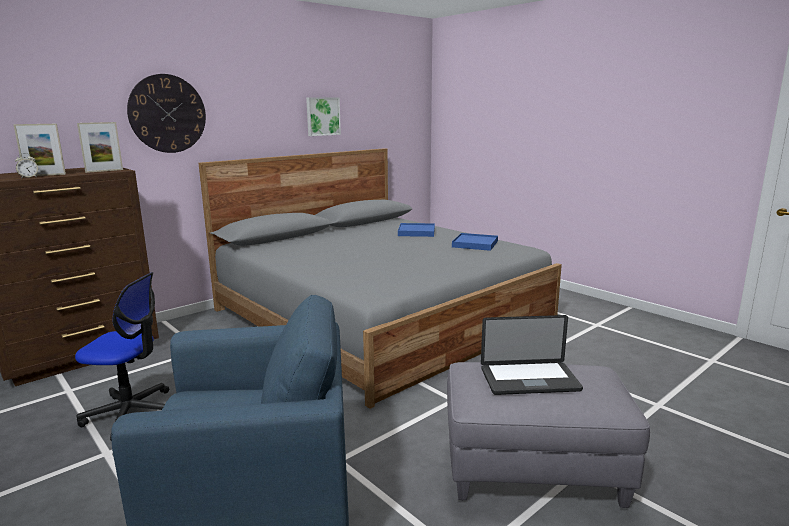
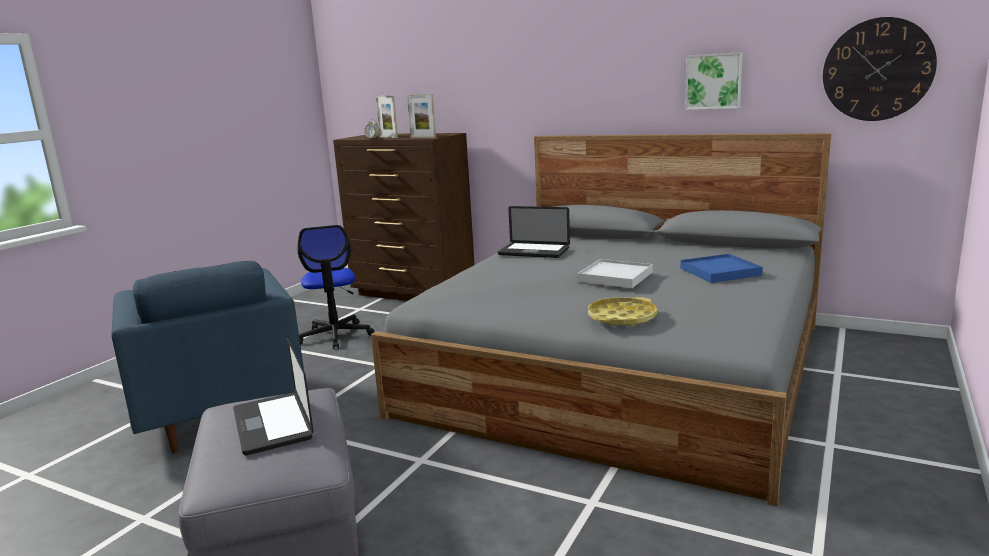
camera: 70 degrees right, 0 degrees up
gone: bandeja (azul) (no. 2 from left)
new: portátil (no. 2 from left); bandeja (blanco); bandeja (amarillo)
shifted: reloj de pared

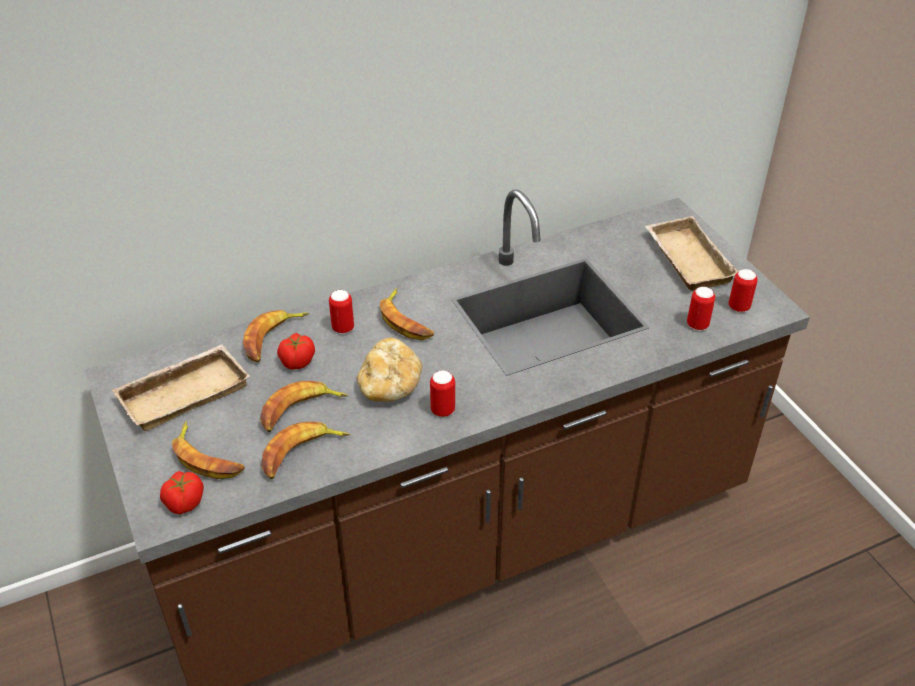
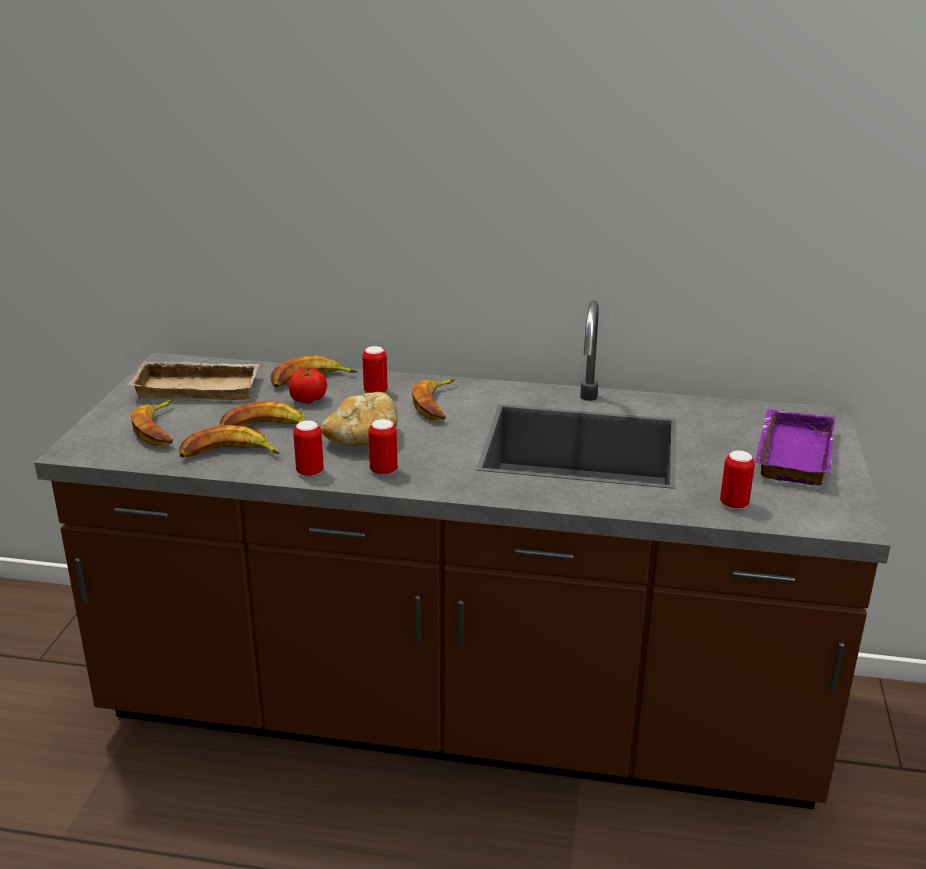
camera: 35 degrees right, 15 degrees down
gone: tomate (no. 1 from left)
shifted: lata (no. 4 from left in the first image) to lata (no. 1 from left)
repainted: bandeja (beis) (no. 2 from left) to bandeja (morado)

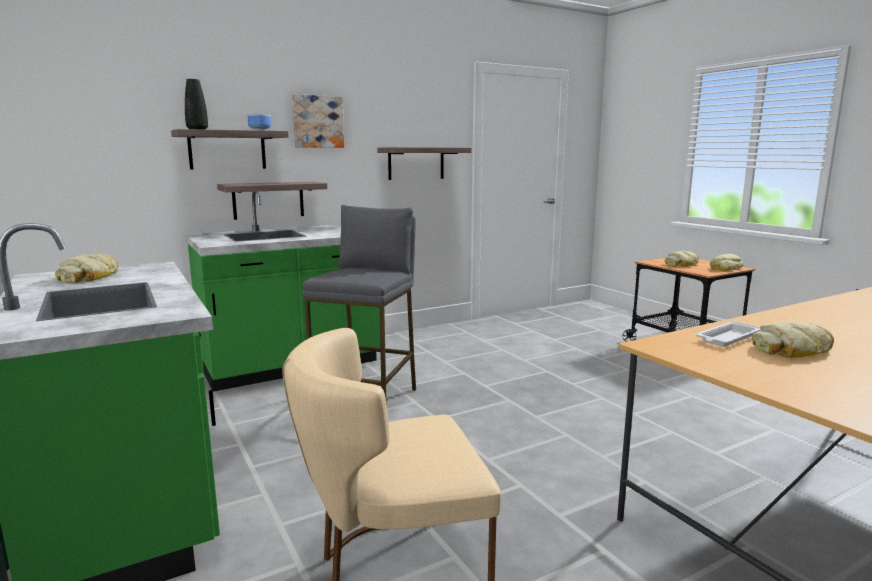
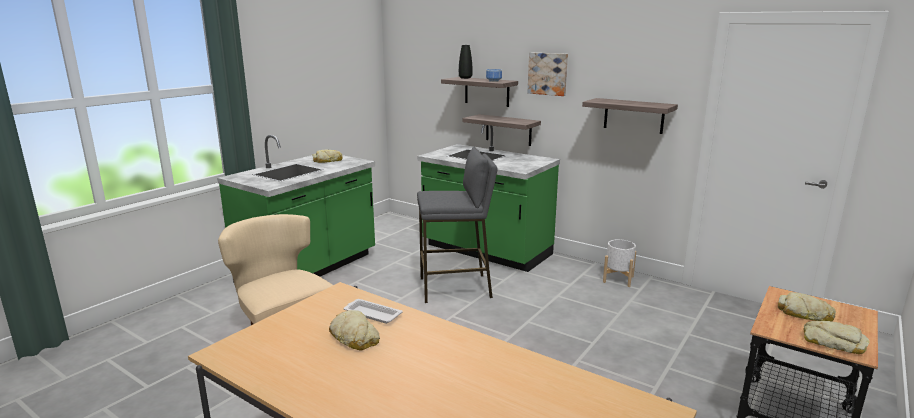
camera: 65 degrees right, 5 degrees up
new: maceta (blanco)

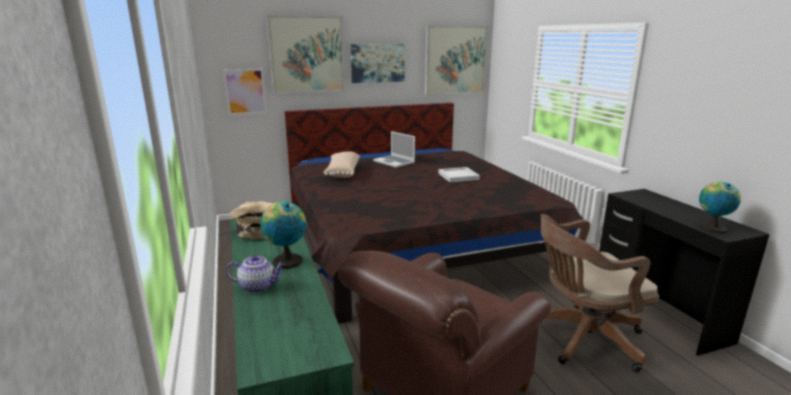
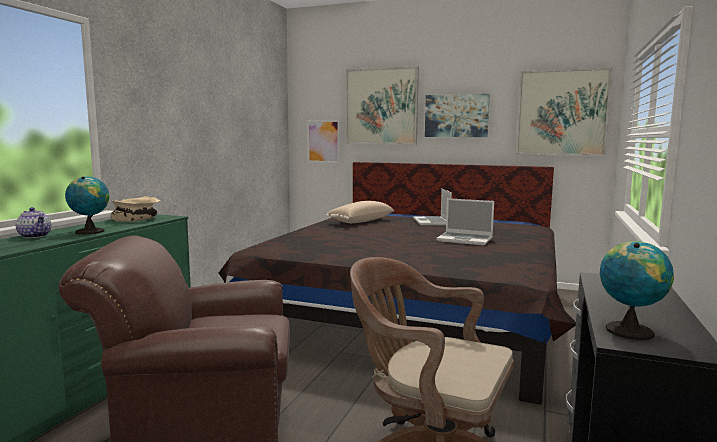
camera: 40 degrees right, 10 degrees down
swapped: bandeja (blanco) to portátil (no. 2 from left)

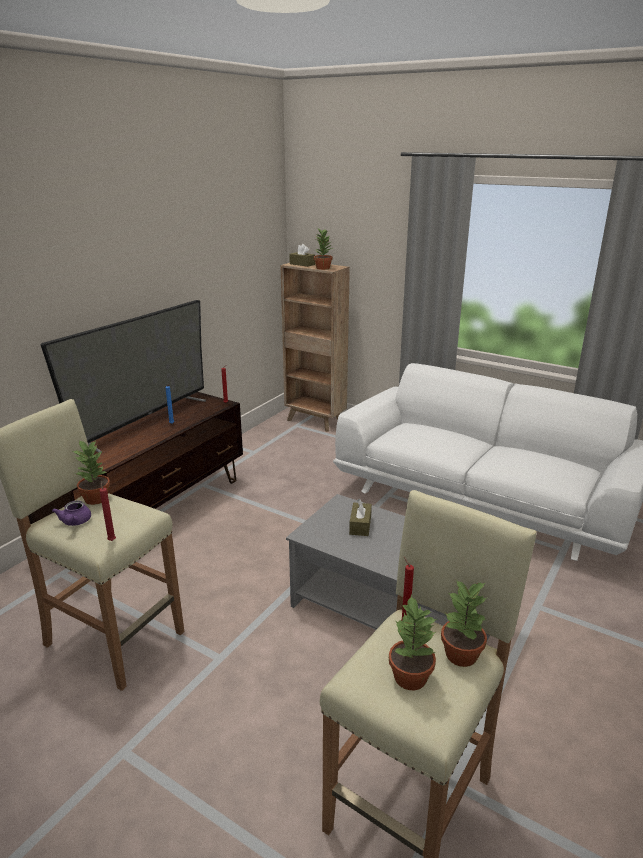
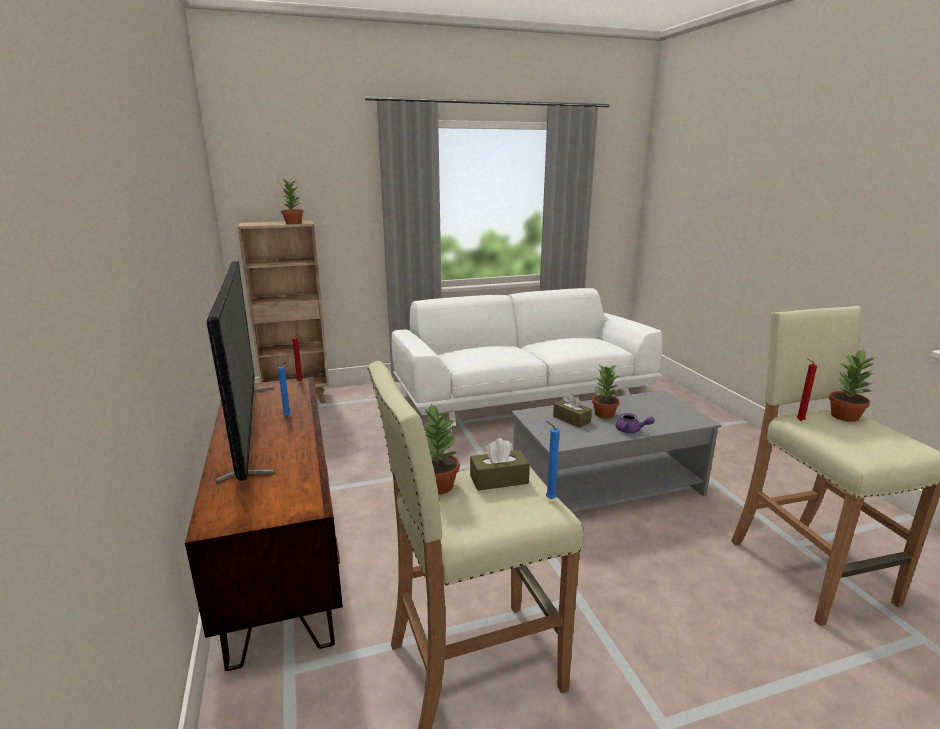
camera: 50 degrees left, 5 degrees down
shifted: caja de pañuelos (marrón) (no. 1 from left); tetera (morado); planta en maceta (no. 3 from left)
repainted: vela (rojo) (no. 1 from left) to vela (azul) (no. 2 from left)

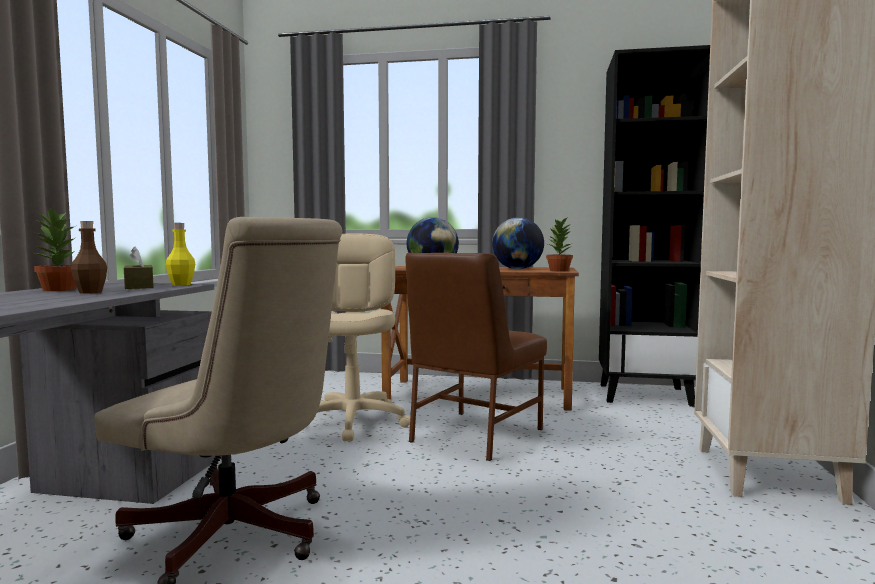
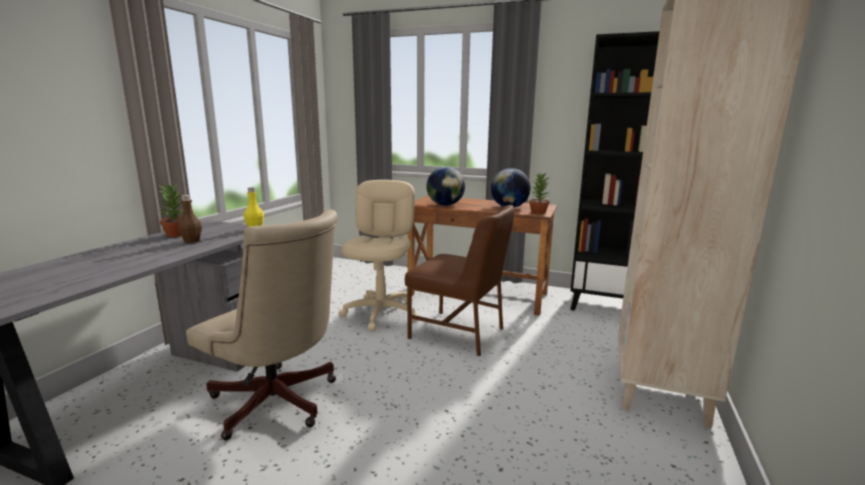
camera: 10 degrees right, 10 degrees up
gone: caja de pañuelos (marrón)
rotated: silla (marrón) 105 degrees counterclockwise

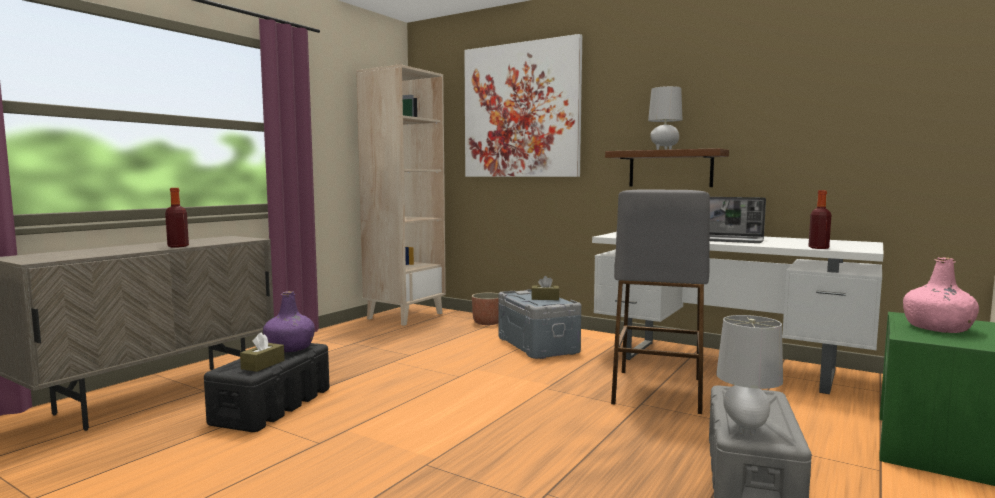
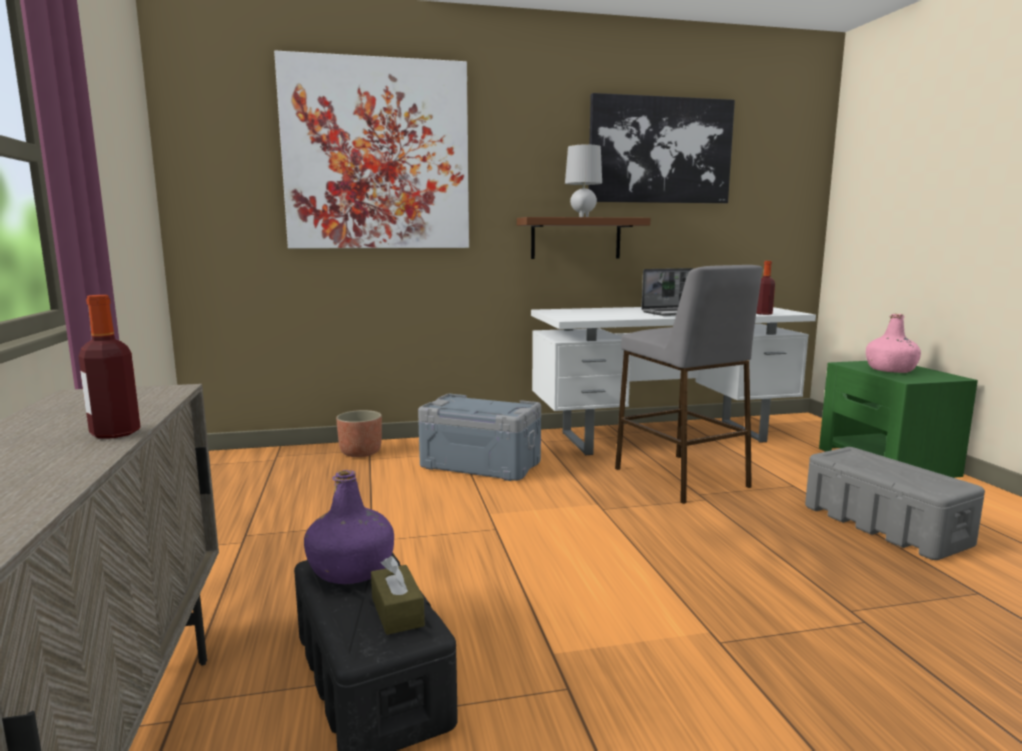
camera: 45 degrees left, 5 degrees up
gone: estantería (beis); caja de pañuelos (marrón) (no. 2 from left); lámpara de mesa (gris) (no. 2 from left)
new: cuadro (no. 2 from left)

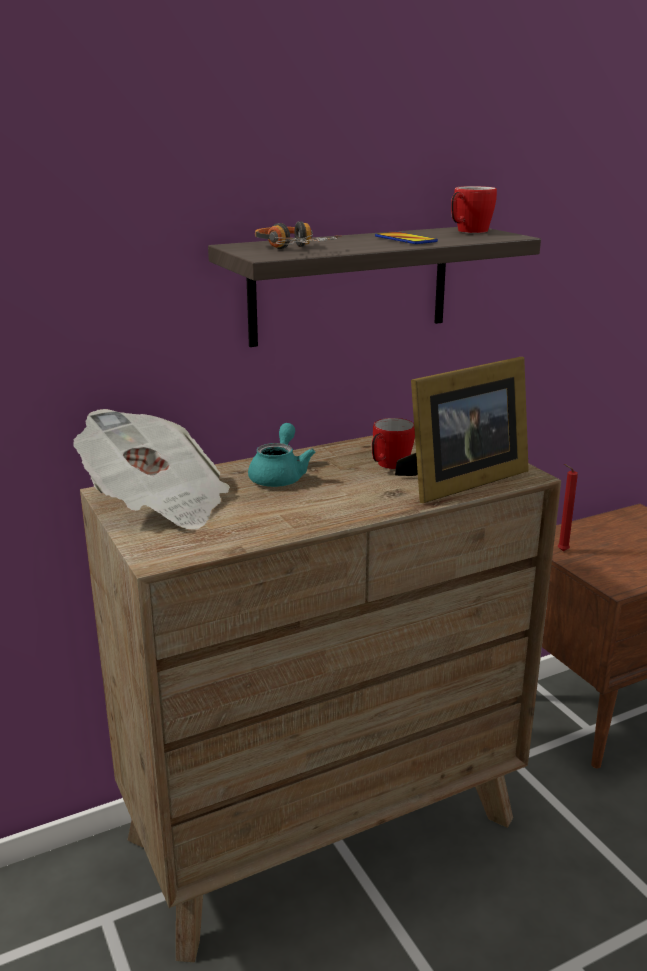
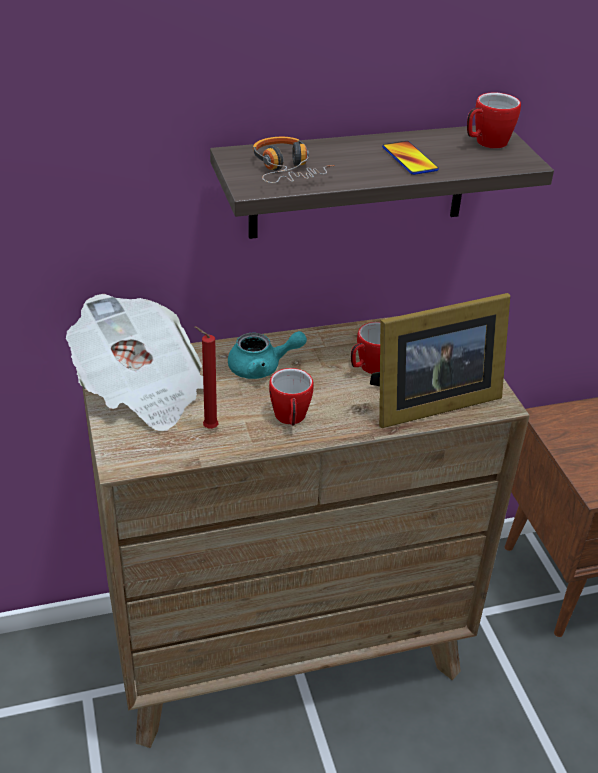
camera: 10 degrees right, 15 degrees up
new: taza grande (no. 1 from left)
shifted: vela (rojo)
rotated: tetera (turquesa) 60 degrees clockwise

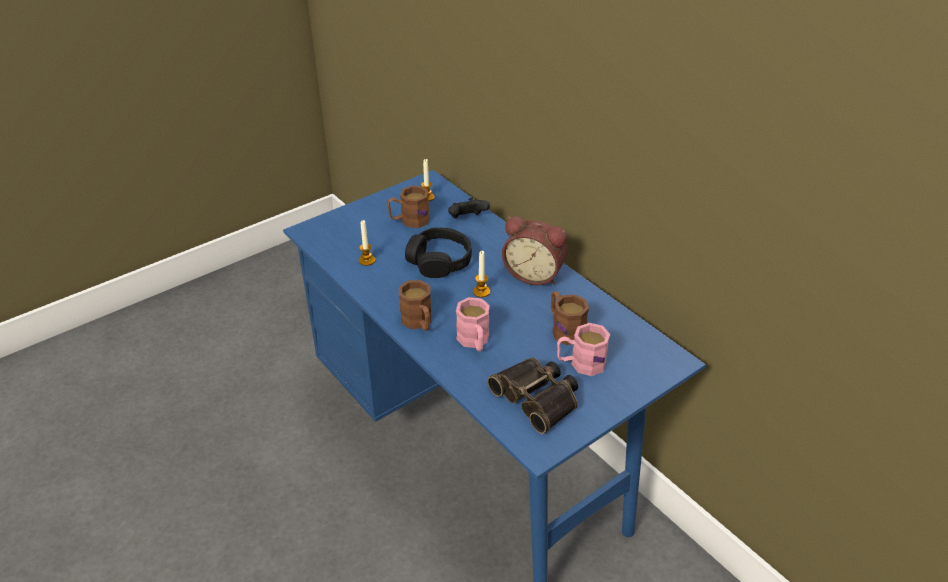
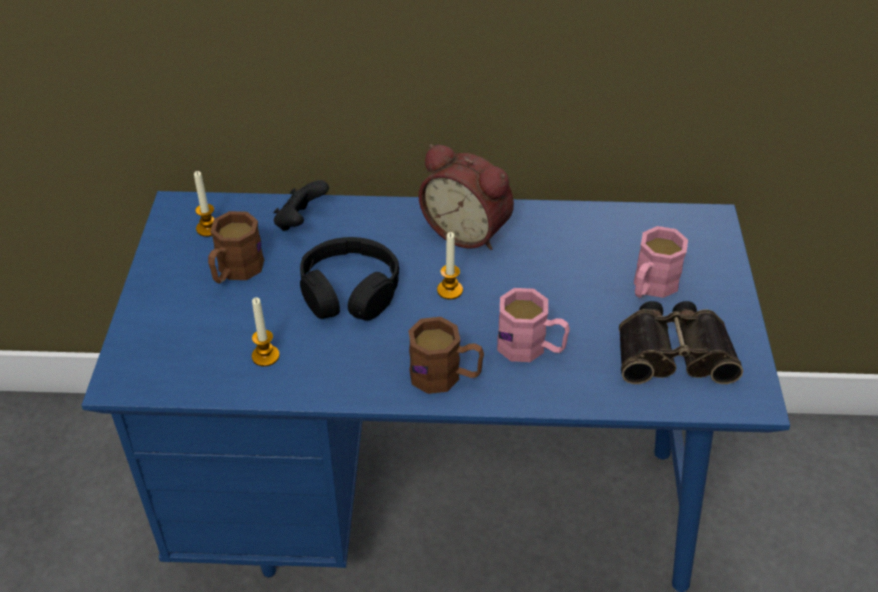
camera: 50 degrees left, 5 degrees up
gone: taza grande (marrón) (no. 3 from left)
rotated: despertador 60 degrees clockwise

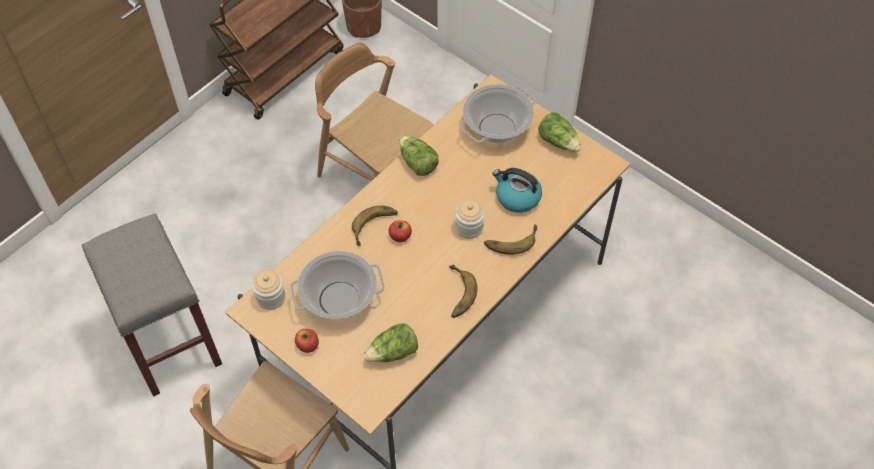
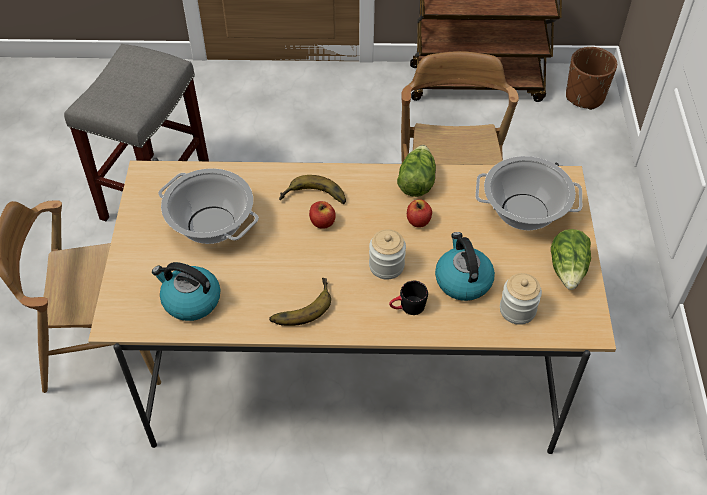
camera: 50 degrees right, 5 degrees down
shifted: tarro (no. 1 from left in the first image) to tarro (no. 2 from left); manzana (no. 1 from left in the first image) to manzana (no. 2 from left)
swapped: plátano (no. 3 from left) to taza grande (negro); lechuga (no. 1 from left) to hervidor (no. 1 from left)

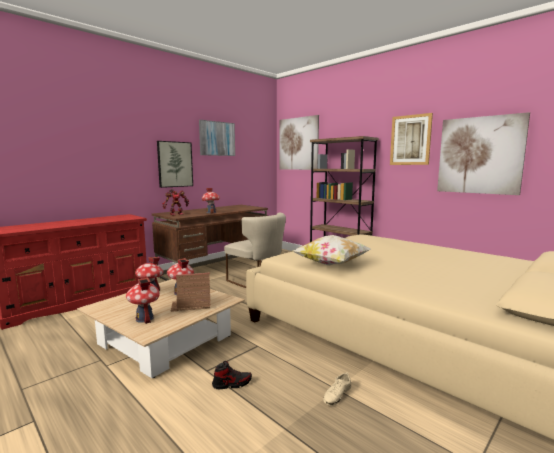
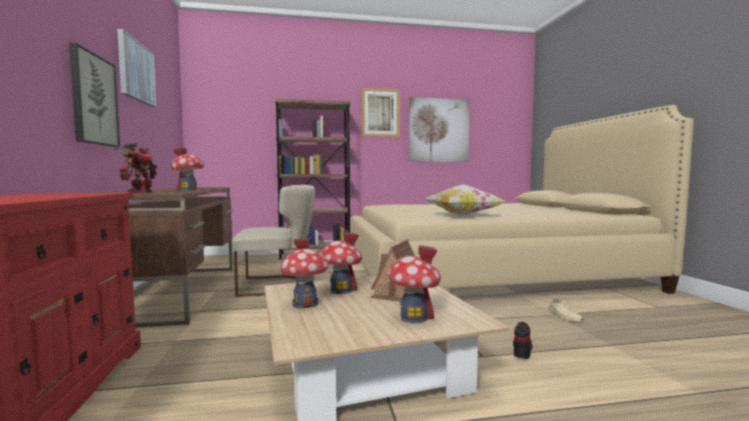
camera: 55 degrees left, 5 degrees down
gone: cuadro (no. 3 from left)

